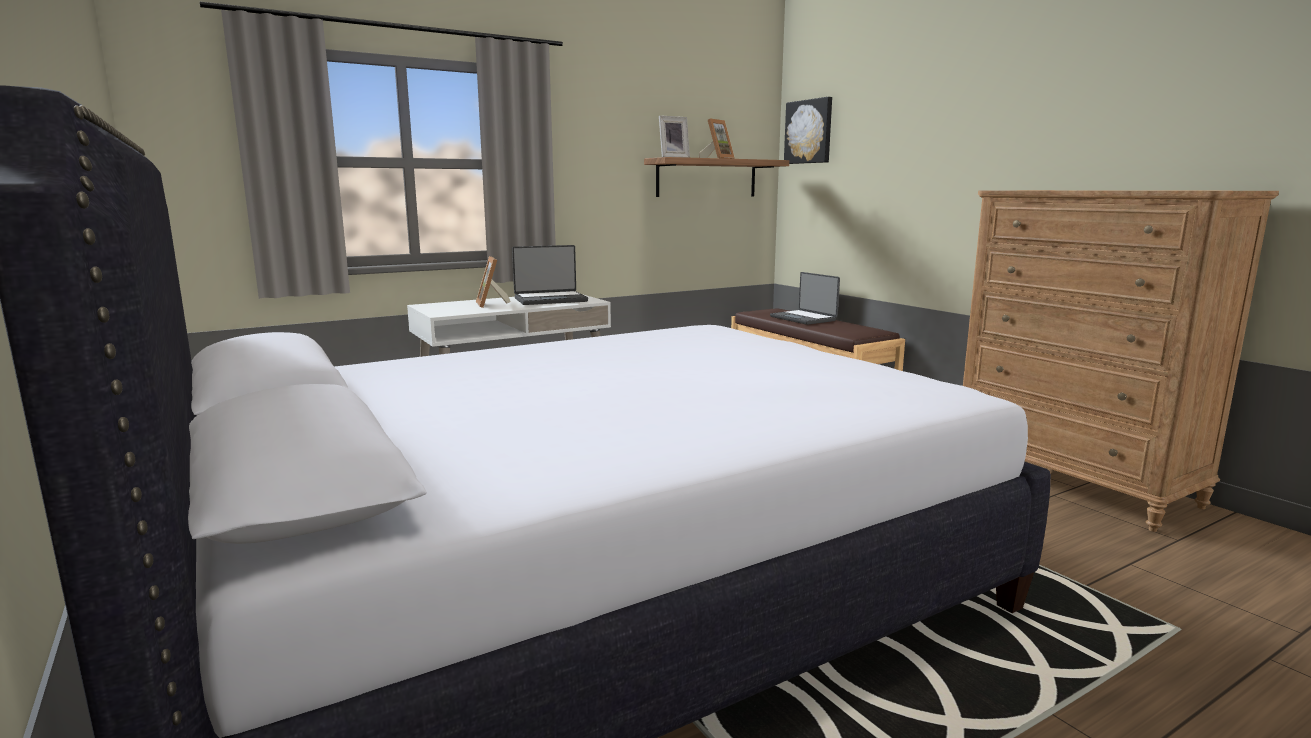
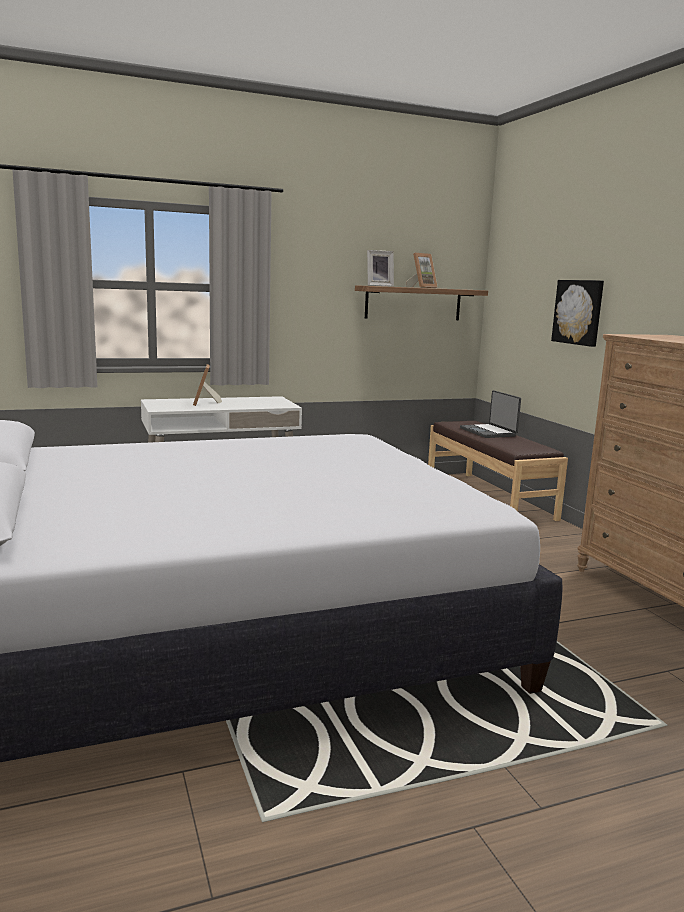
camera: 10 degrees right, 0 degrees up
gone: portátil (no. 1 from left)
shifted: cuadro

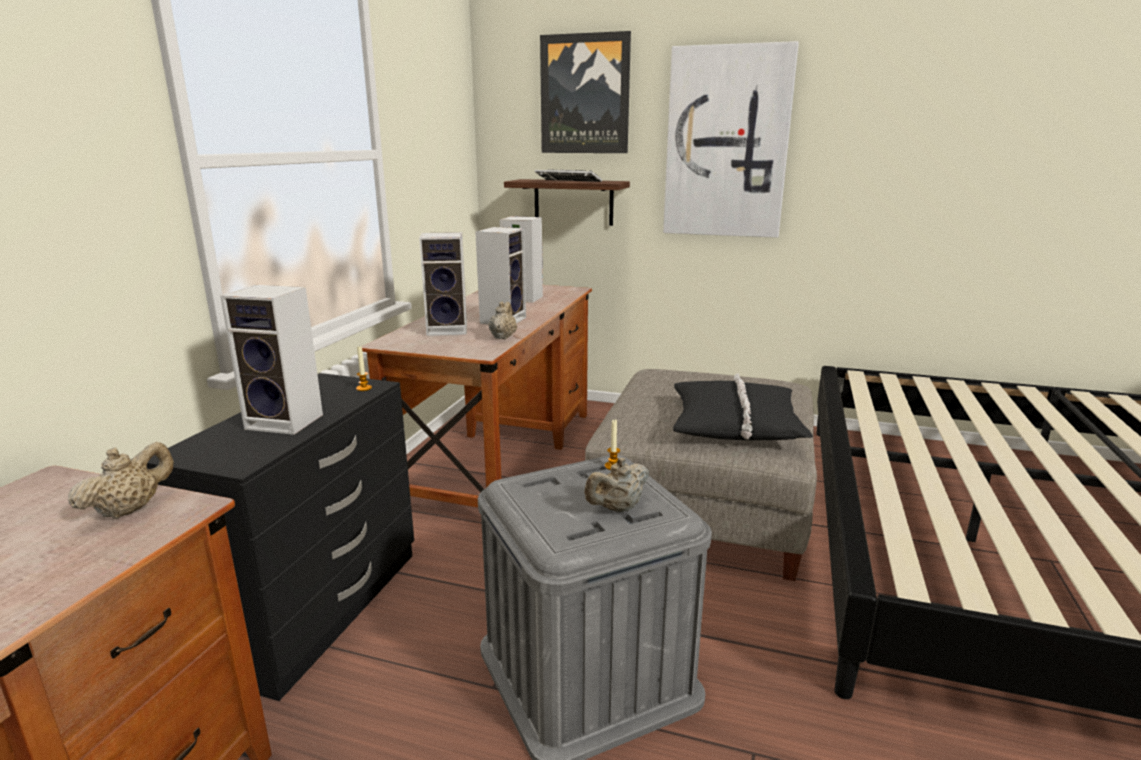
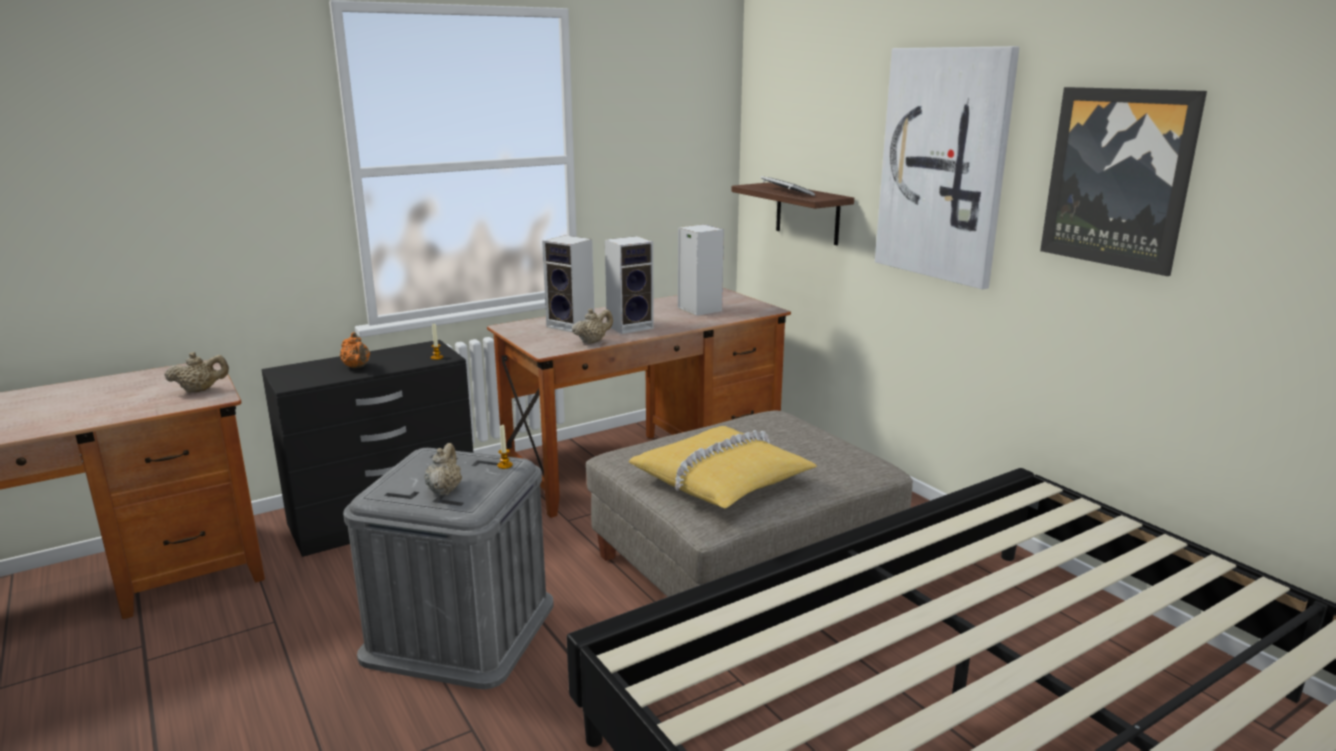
camera: 40 degrees right, 0 degrees up
shifted: cuadro (no. 1 from left in the first image) to cuadro (no. 2 from left)
swapped: altavoz (no. 1 from left) to tetera (naranja)
repainted: cojín (negro) to cojín (amarillo)
rotated: tetera (beis) (no. 3 from left in the first image) 90 degrees clockwise

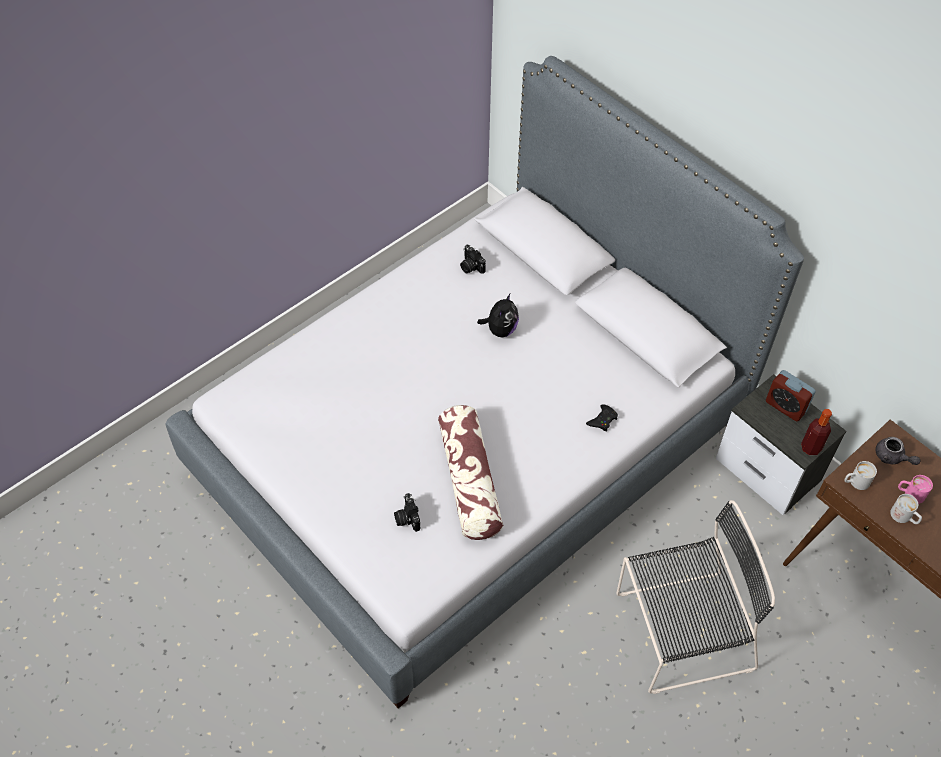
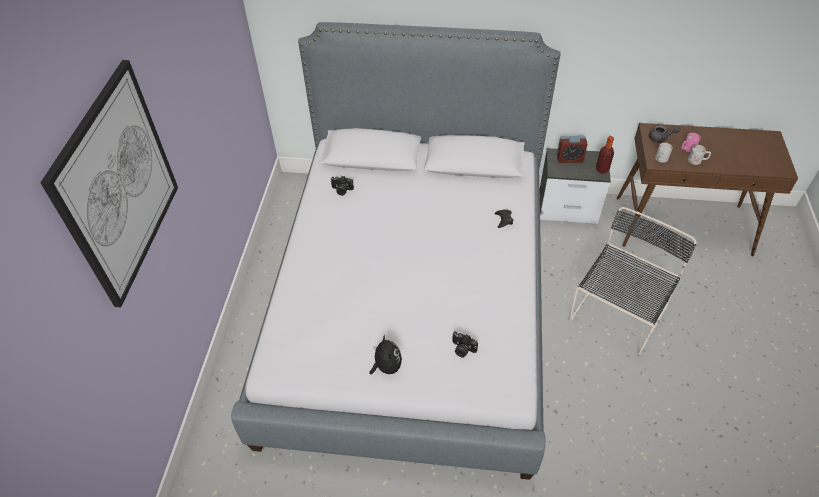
camera: 40 degrees left, 5 degrees down
gone: cojín
new: cuadro
shifted: peluche

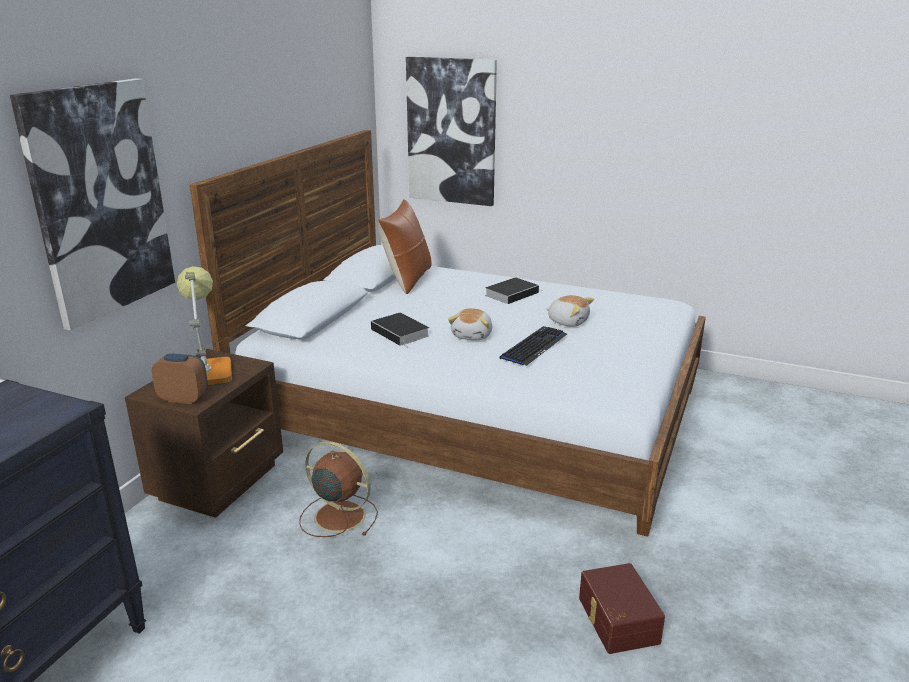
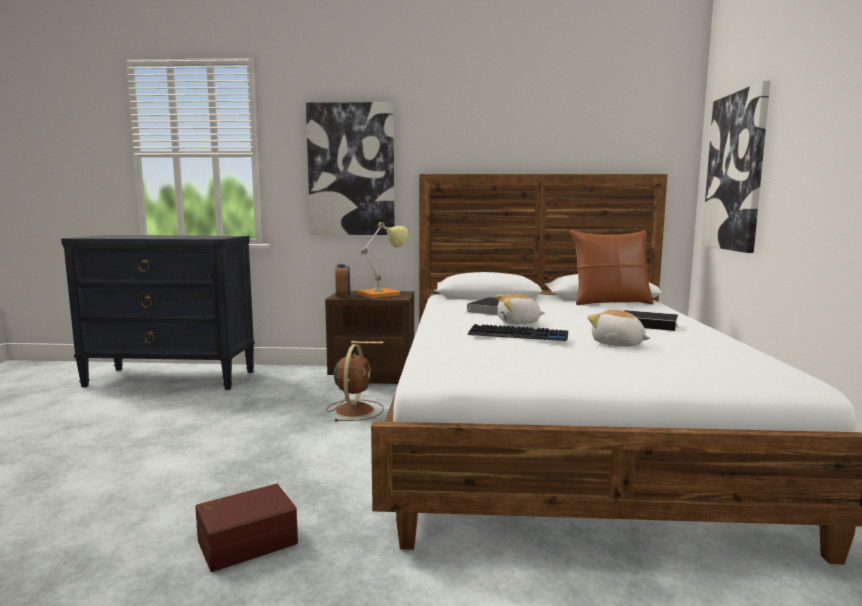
camera: 70 degrees right, 15 degrees down
rotated: peluche (no. 2 from left) 120 degrees clockwise

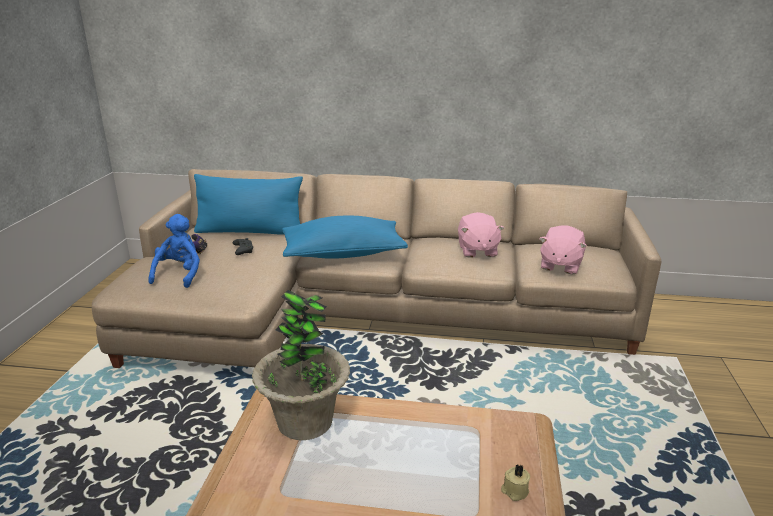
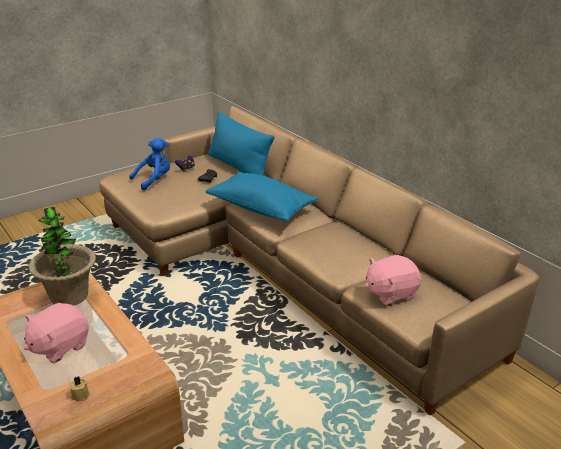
camera: 45 degrees right, 5 degrees up
shifted: peluche (rosa) (no. 1 from left)

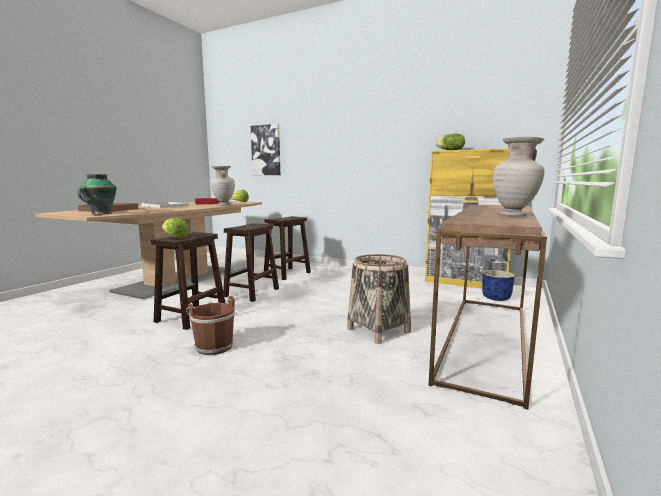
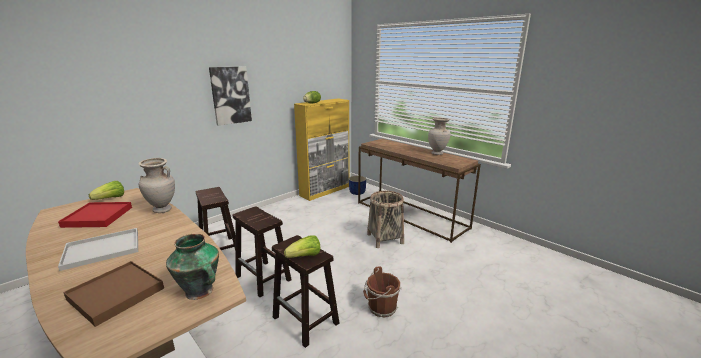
camera: 70 degrees left, 10 degrees up
shifted: cuadro

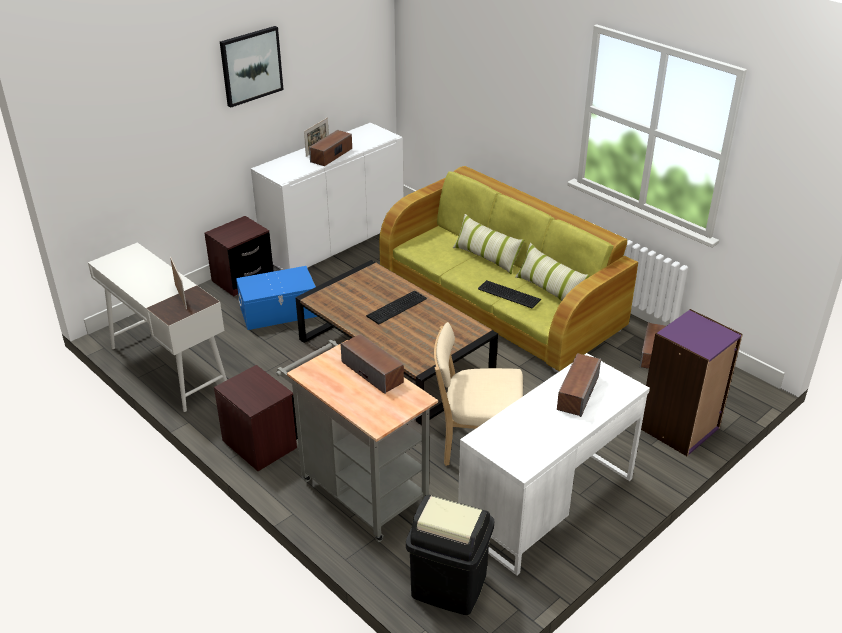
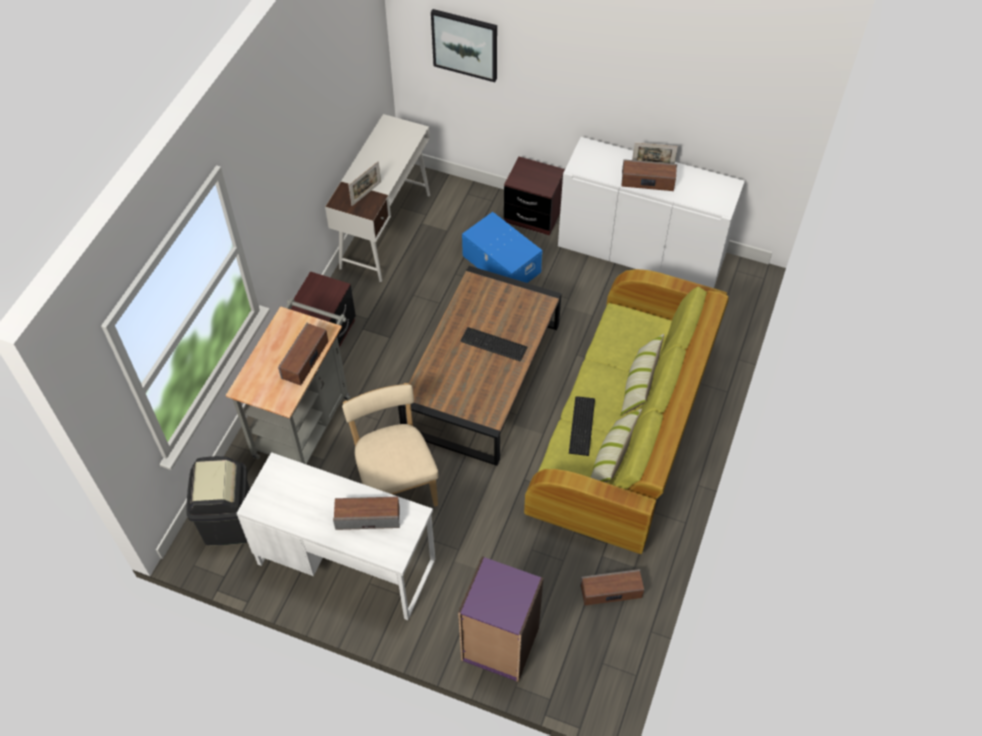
camera: 65 degrees right, 20 degrees up
shifted: cuadro

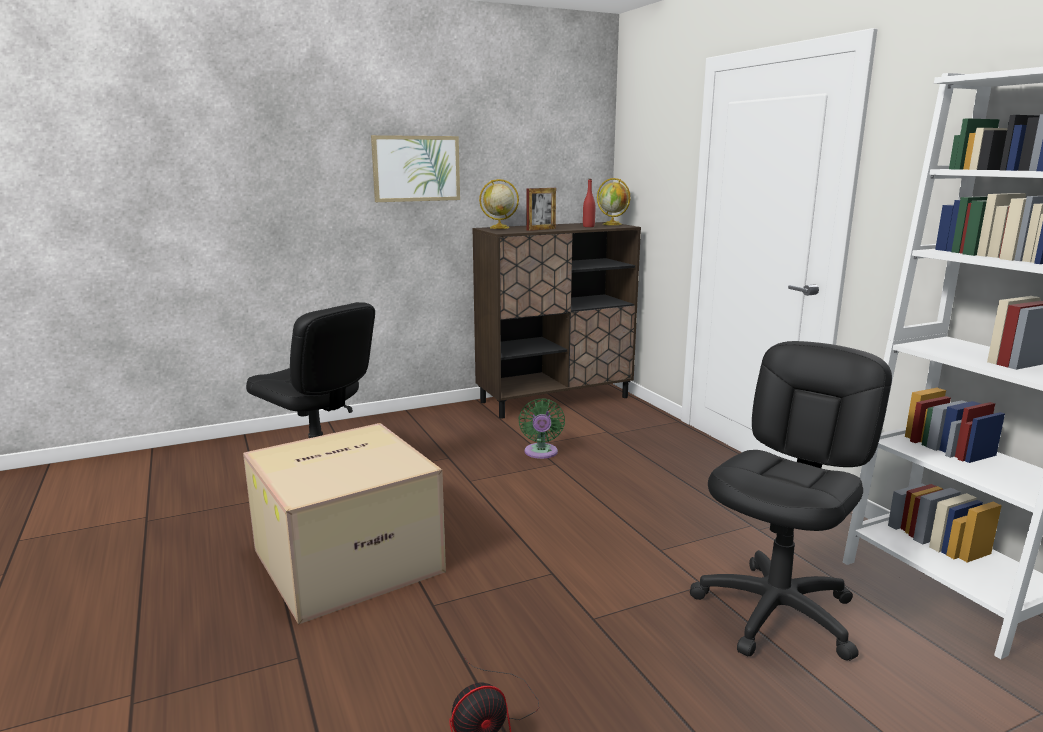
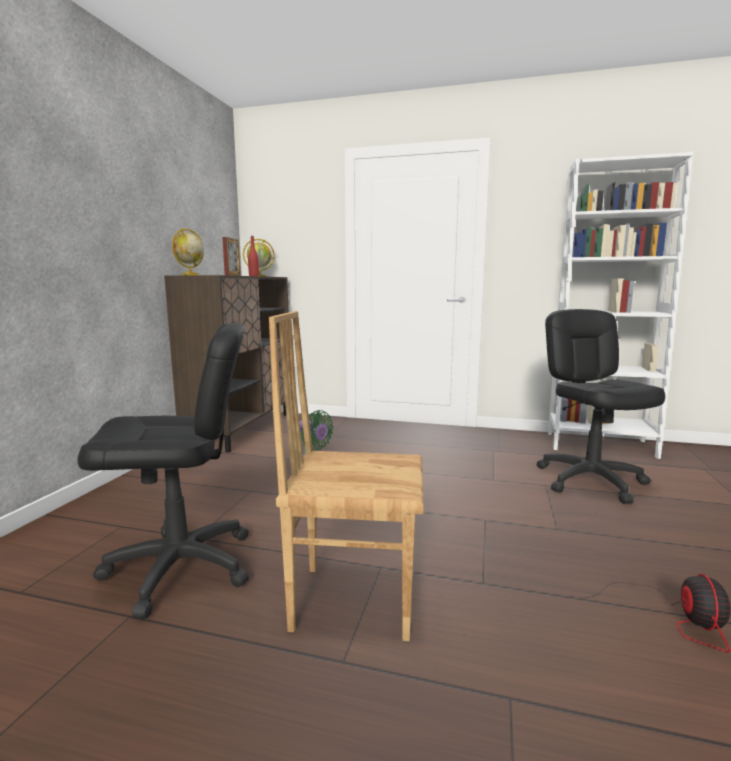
camera: 50 degrees left, 5 degrees down
gone: cuadro
swapped: caja de cartón to silla (marrón)

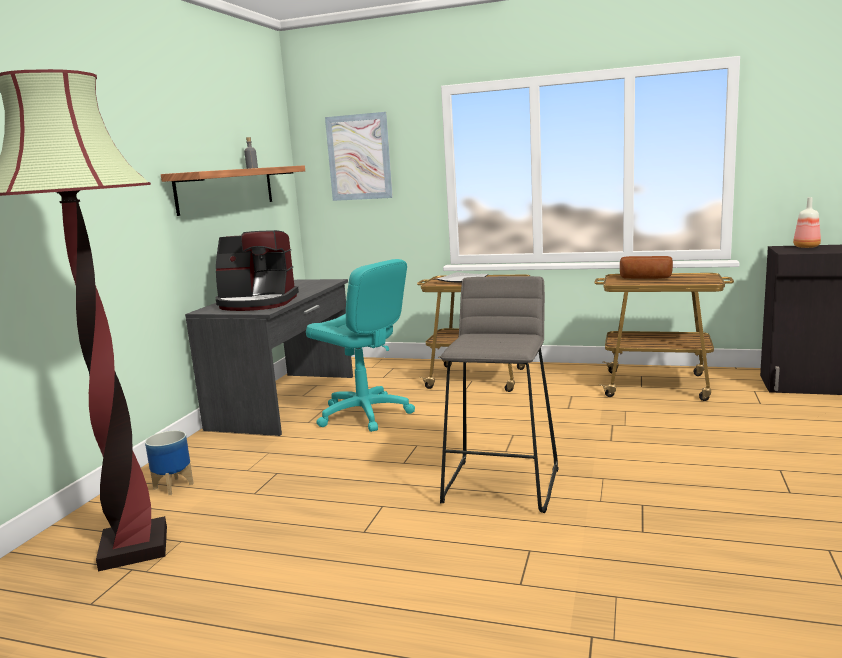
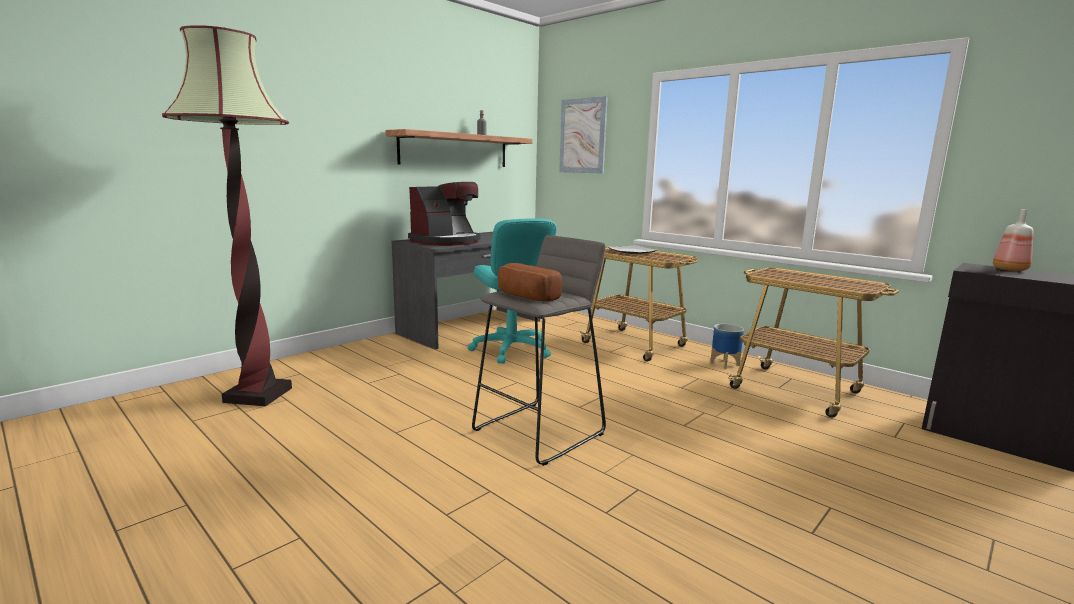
camera: 25 degrees right, 0 degrees up
shifted: pan; maceta
rotated: cafetera 75 degrees counterclockwise

